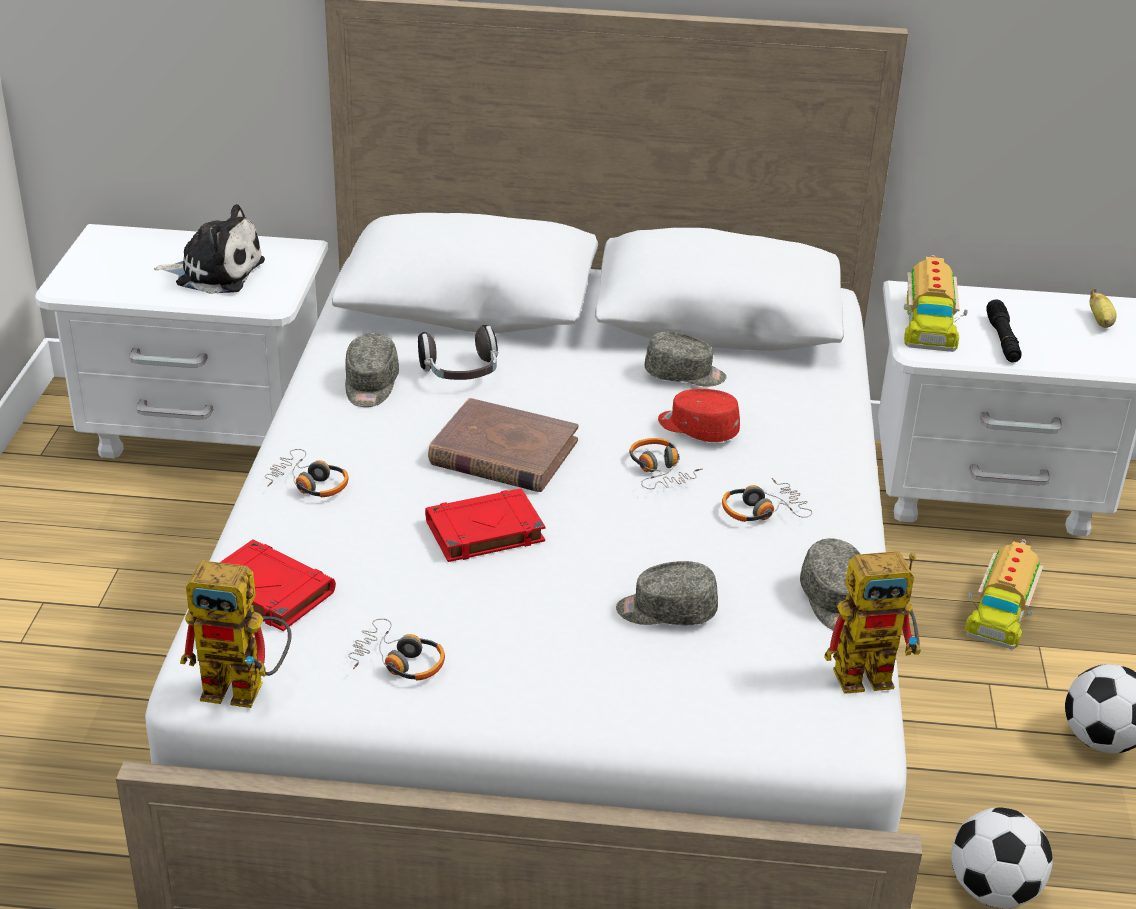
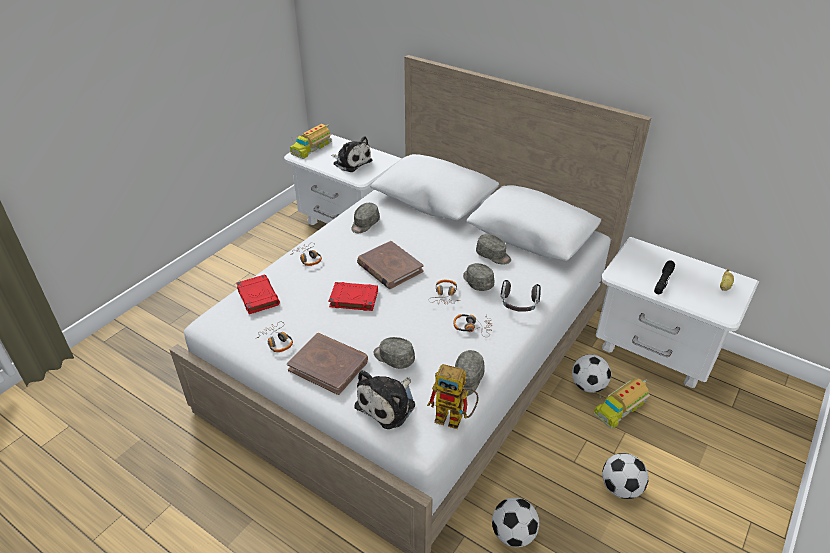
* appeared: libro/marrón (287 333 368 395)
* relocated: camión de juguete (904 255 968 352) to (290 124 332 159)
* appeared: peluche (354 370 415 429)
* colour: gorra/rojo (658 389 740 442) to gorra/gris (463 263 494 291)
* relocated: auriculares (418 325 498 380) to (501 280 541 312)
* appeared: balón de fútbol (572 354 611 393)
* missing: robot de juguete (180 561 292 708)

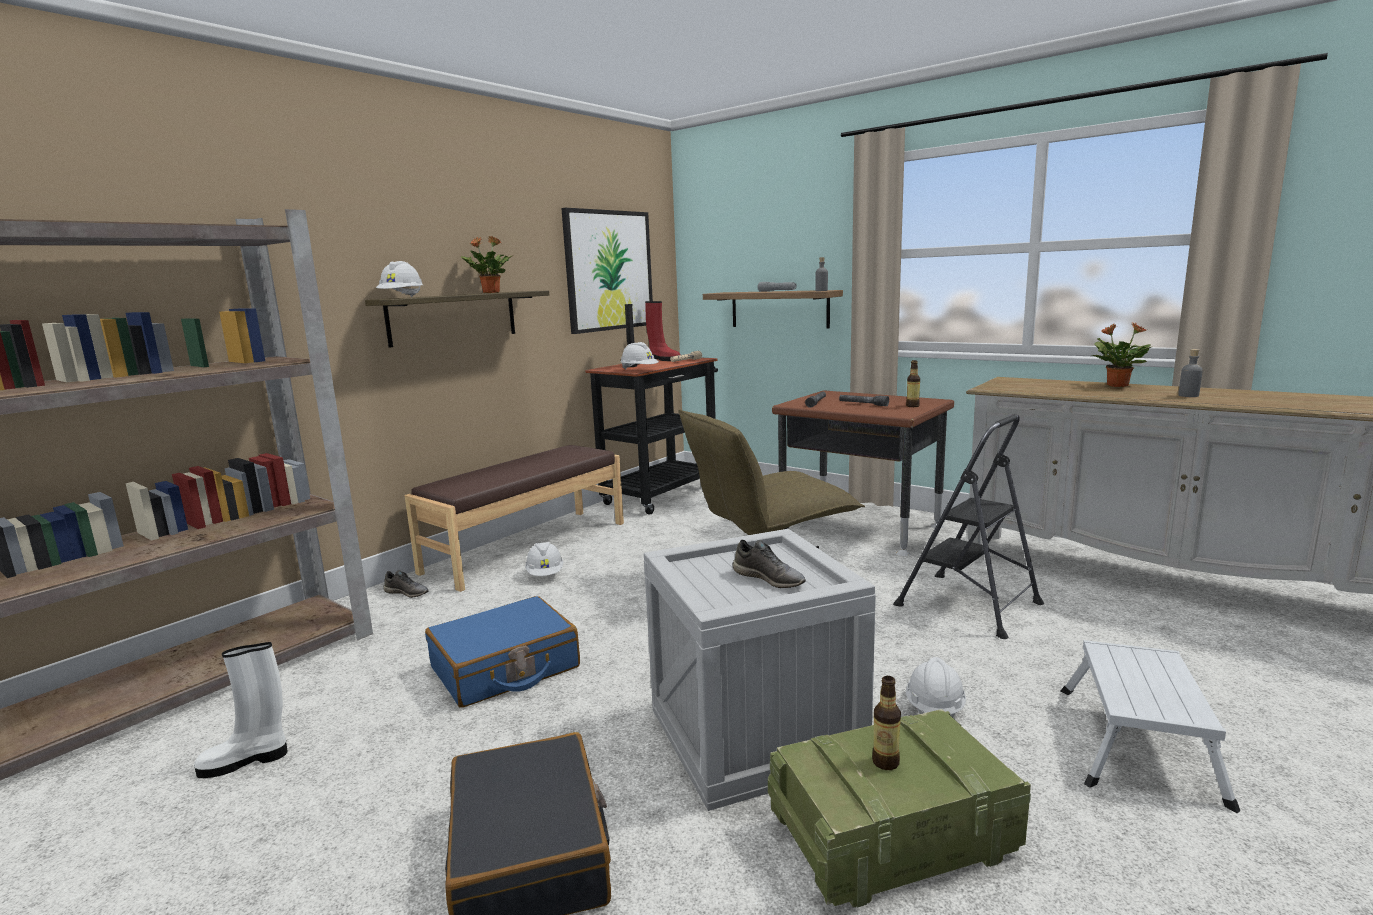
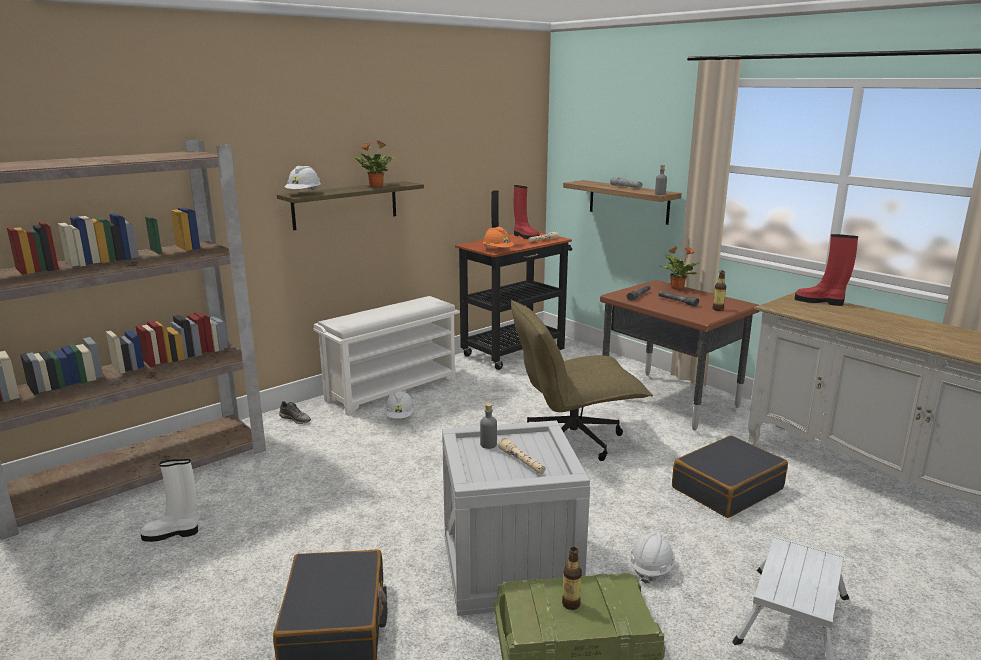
* exchanged: banco/marrón (405 445 624 592) to zapatero/blanco (313 296 460 416)
* relocated: botella/gris (1178 349 1203 397) to (480 403 497 449)
* colour: casco/blanco (620 342 659 370) to casco/naranja (483 227 514 248)
* exchanged: zapato/gris (732 540 806 588) to linterna/beis (498 438 545 474)
* relocated: planta en maceta (1092 322 1151 387) to (660 246 700 290)
* exchanged: escalera de tijera/negro (893 415 1044 639) to maleta/negro (672 435 788 518)
* appeared: bota/rojo (795 234 858 306)
* missing: maleta/azul (425 596 580 708)
* missing: cuadro (561 208 653 334)

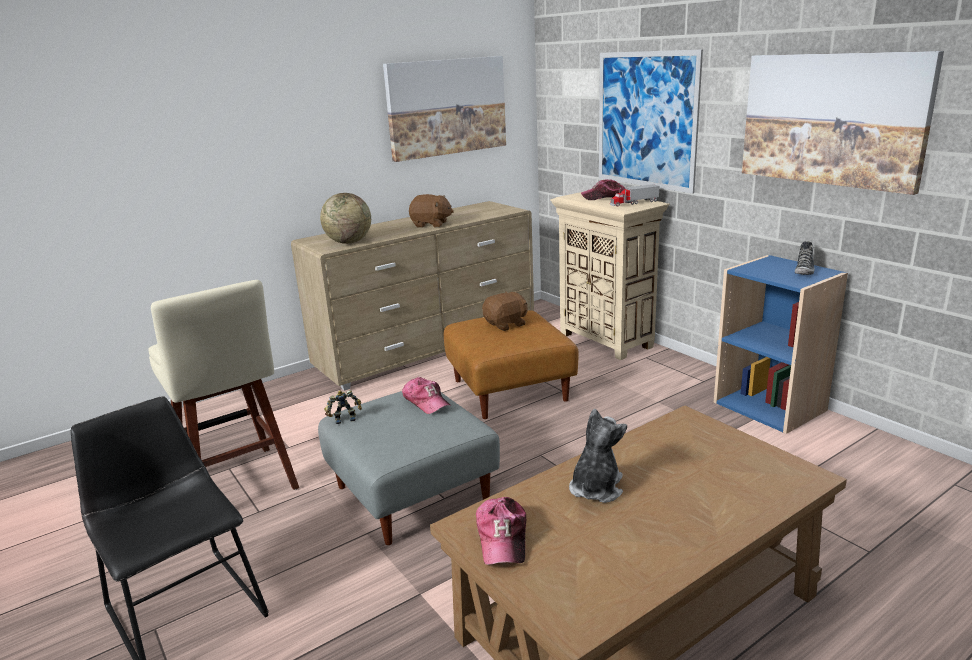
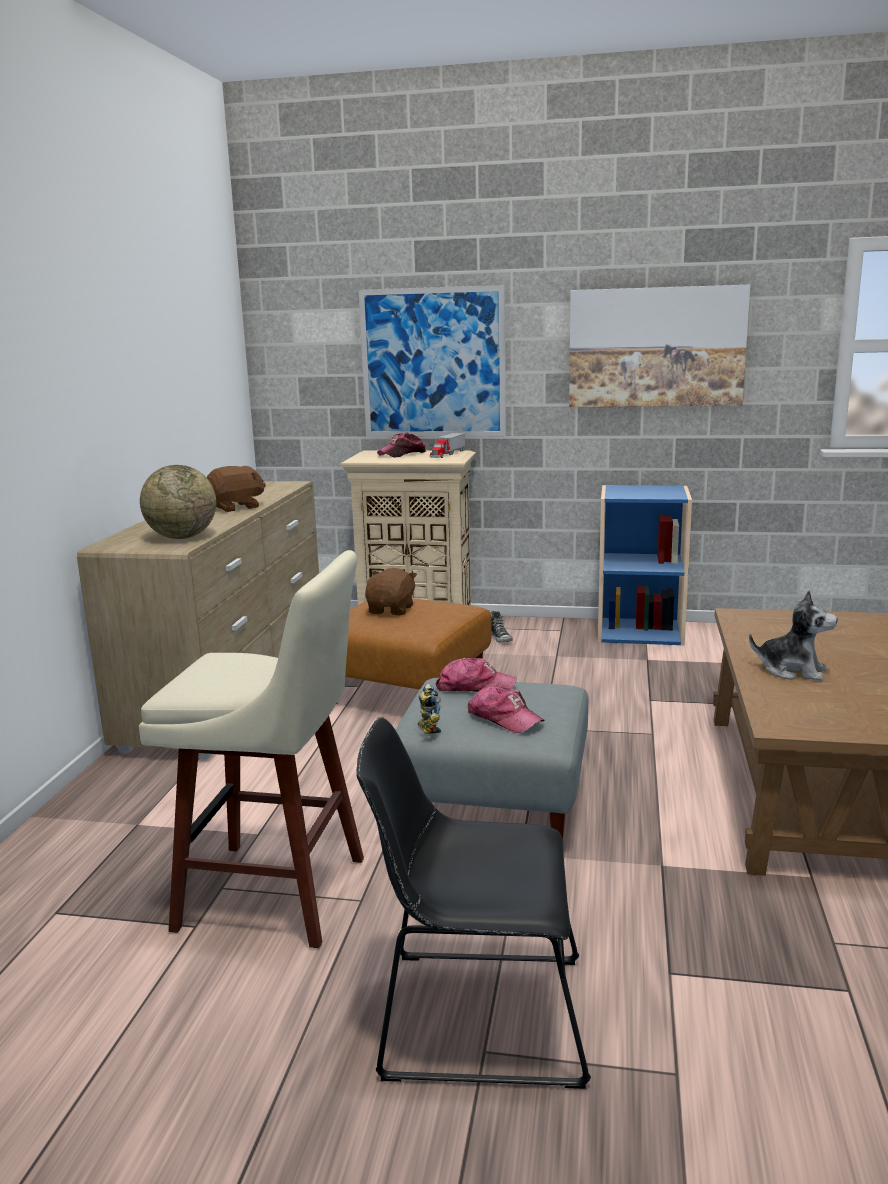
* spun: robot de juguete (324 390 362 424) = (418 684 441 734) 45 degrees counterclockwise
* relocated: gorra (476 497 527 565) to (468 684 545 733)
* relocated: zapato (795 241 814 275) to (491 611 513 642)
* spun: peluche (569 408 627 503) = (749 590 838 681) 135 degrees clockwise
* missing: cuadro (383 56 506 162)

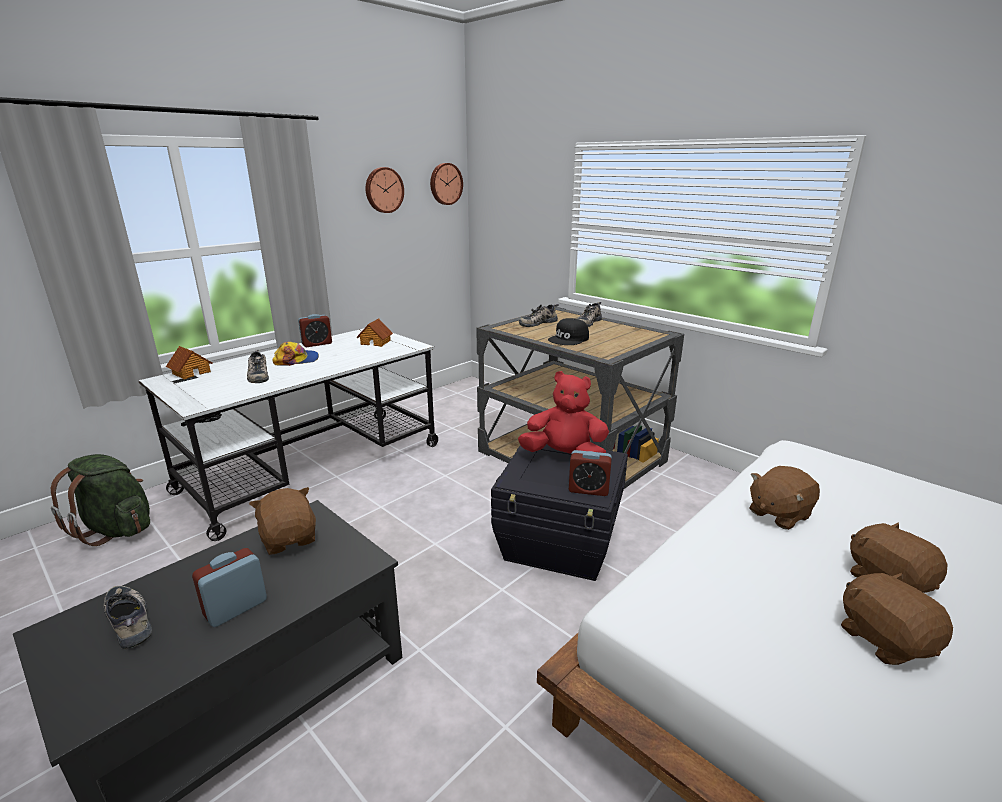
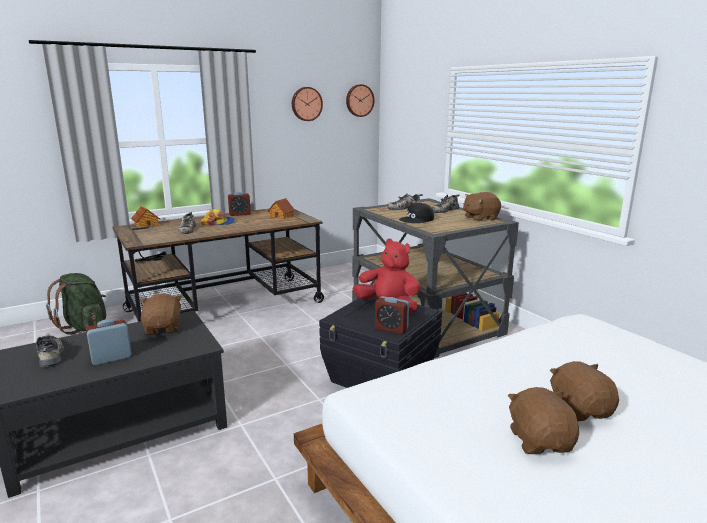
* colour: escritorio/blanco (138 329 438 541) to escritorio/marrón (112 209 324 322)
* relocated: peluche/marrón (749 466 820 530) to (463 192 501 221)

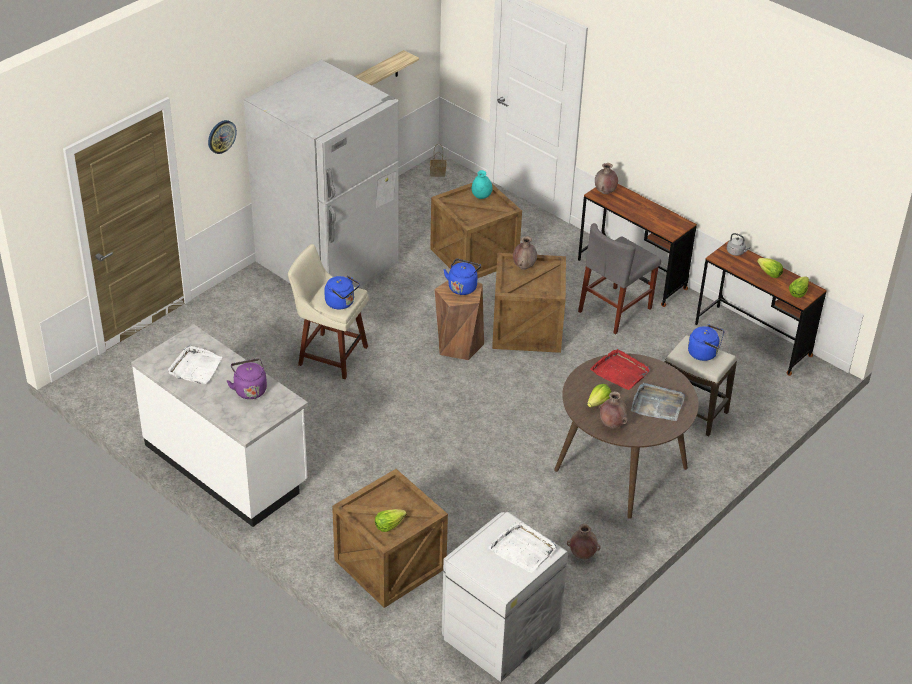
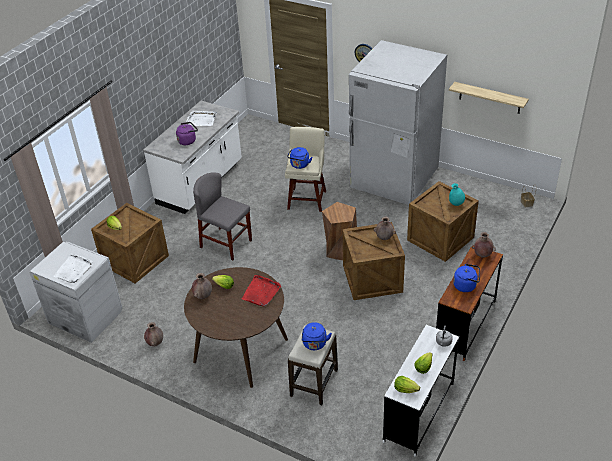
* relocated: silla/gris (578 223 661 334) to (193 173 252 261)
* colour: escritorio/marrón (695 241 827 376) to escritorio/blanco (382 325 459 457)
* relocated: hervidor/azul (444 259 481 295) to (453 264 480 292)
* missing: bandeja/gris (631 383 685 421)

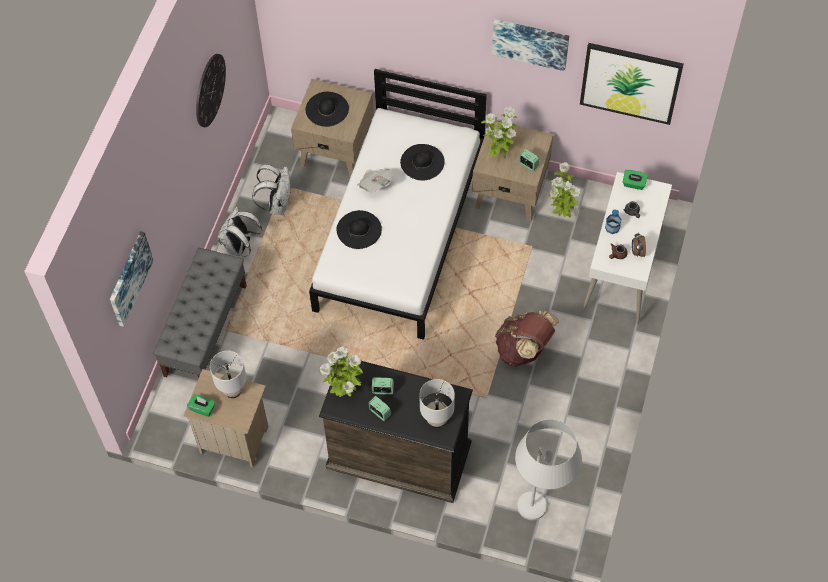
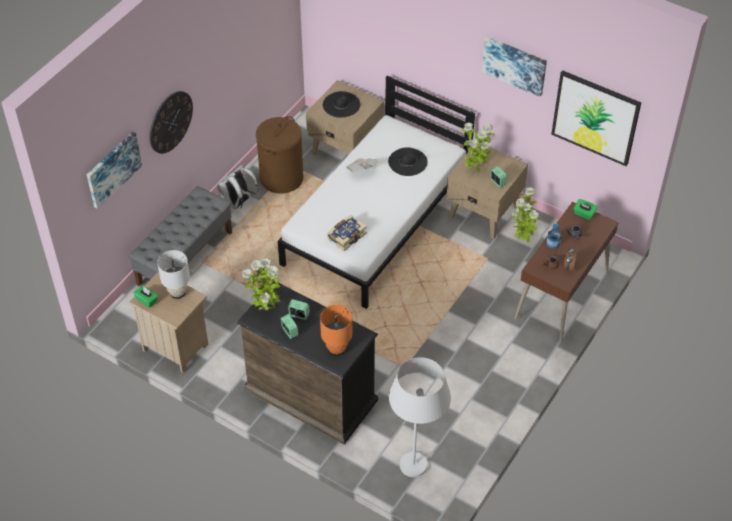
* relocated: reloj de pared (196 54 226 127) to (149 91 193 154)
* exchanged: mochila/blanco (252 164 291 215) to cesto de la ropa/marrón (256 116 303 193)
* colour: lámpara de mesa/blanco (420 379 455 428) to lámpara de mesa/naranja (320 305 352 356)
* appeared: libro (327 215 367 251)
* colour: escritorio/blanco (582 172 672 325) to escritorio/marrón (514 202 619 342)
* missing: sombrero/negro (336 210 382 249)
* missing: mochila/marrón (495 311 559 367)

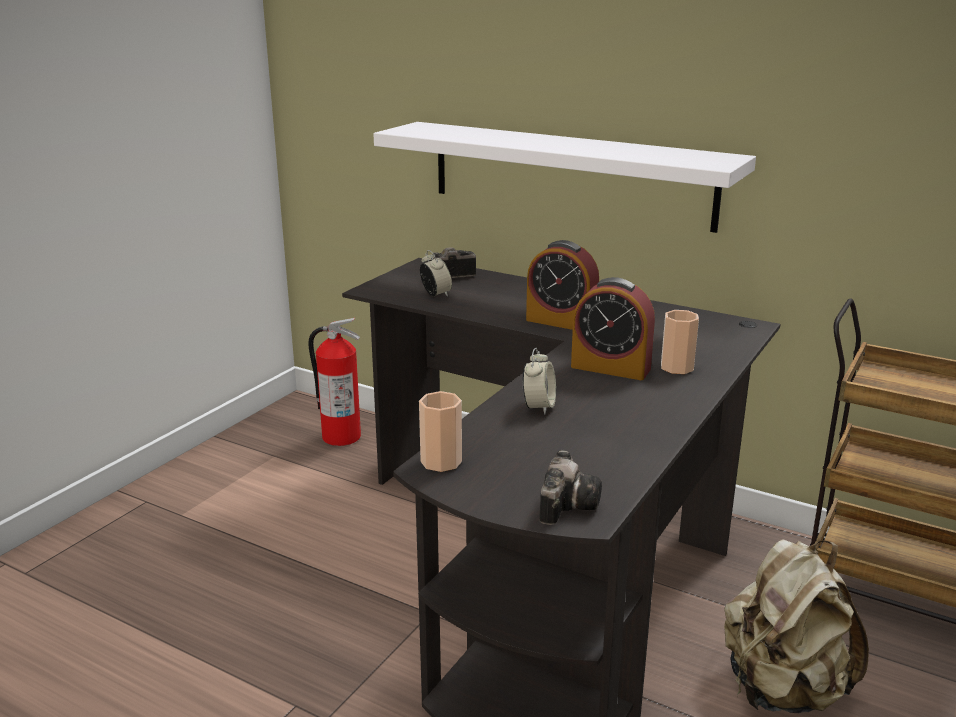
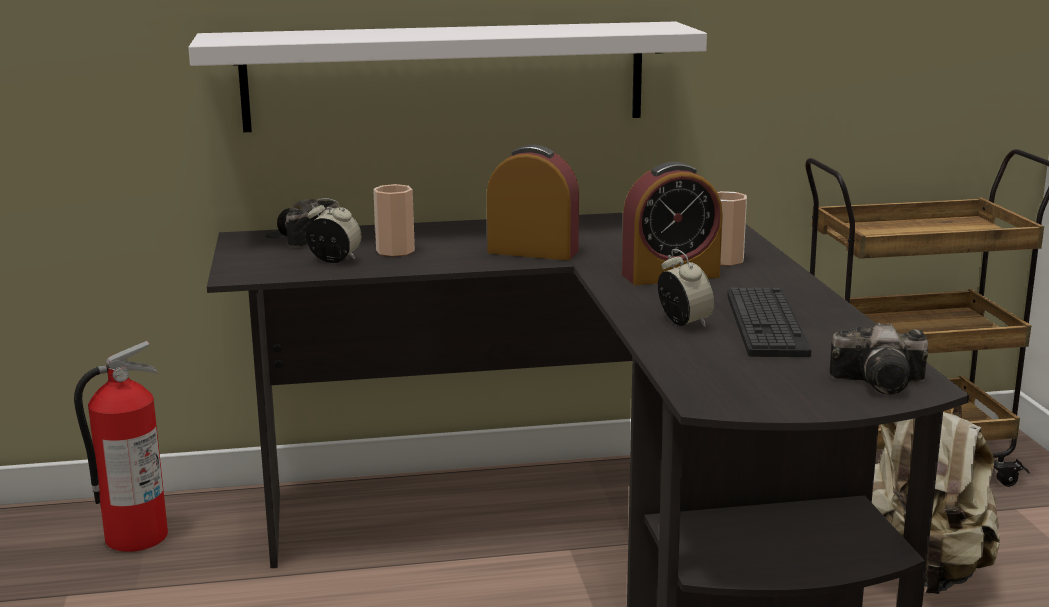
* relocated: taza (419 391 462 472) to (373 184 415 256)
* spun: despertador (526 240 599 330) = (487 145 579 260) 150 degrees counterclockwise
* appeared: teclado (727 287 812 357)
* spun: cámara (539 450 602 525) = (830 323 928 395) 120 degrees clockwise

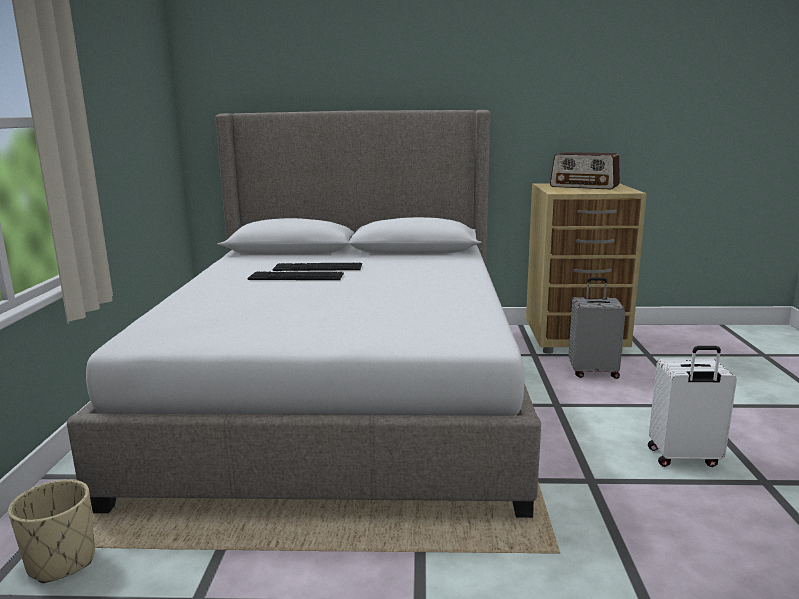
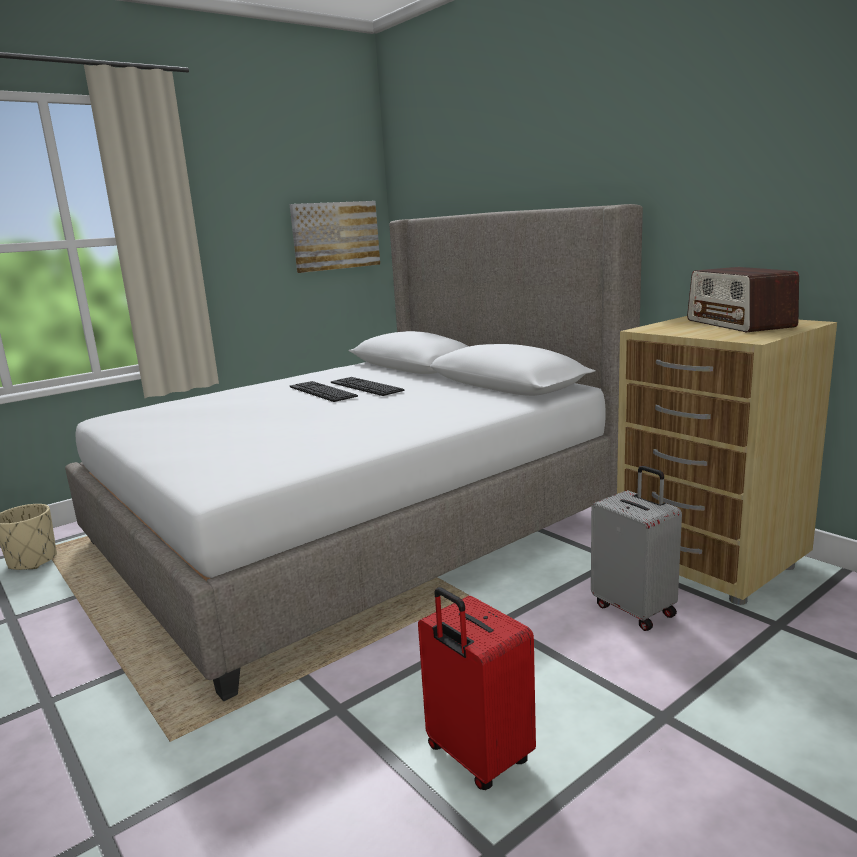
* appeared: cuadro (290 201 380 273)
* colour: maleta/blanco (648 346 737 467) to maleta/rojo (418 587 536 790)

